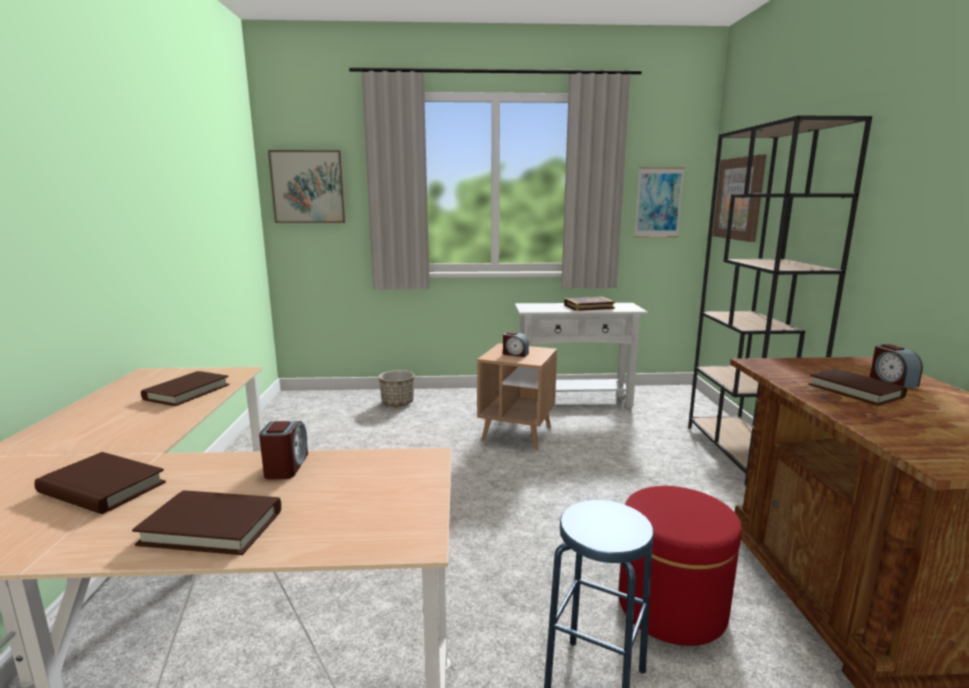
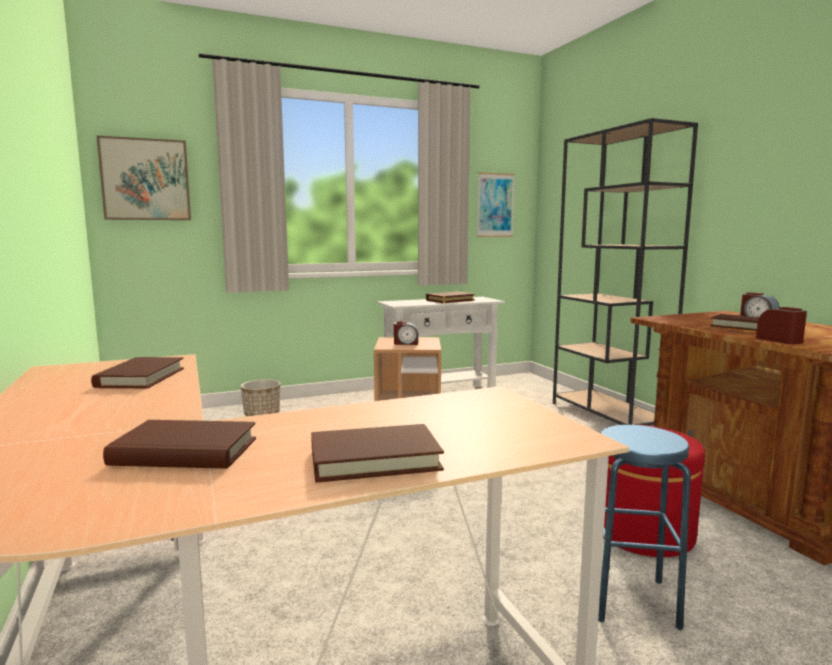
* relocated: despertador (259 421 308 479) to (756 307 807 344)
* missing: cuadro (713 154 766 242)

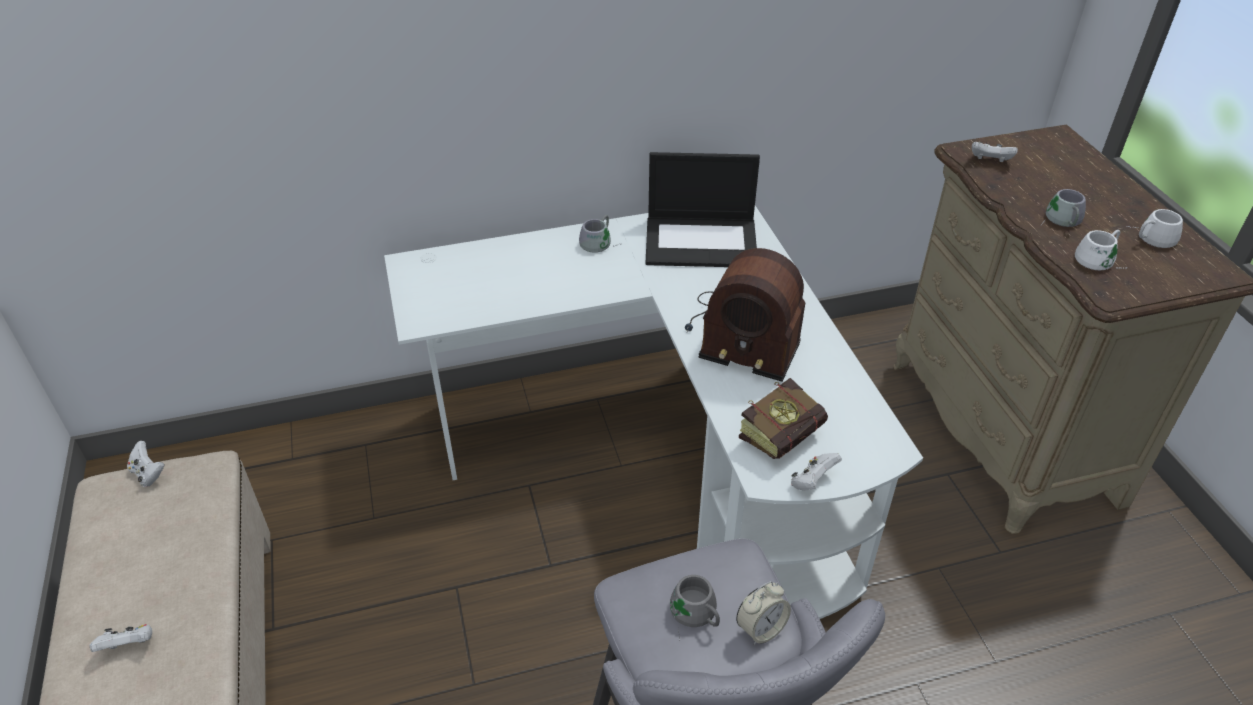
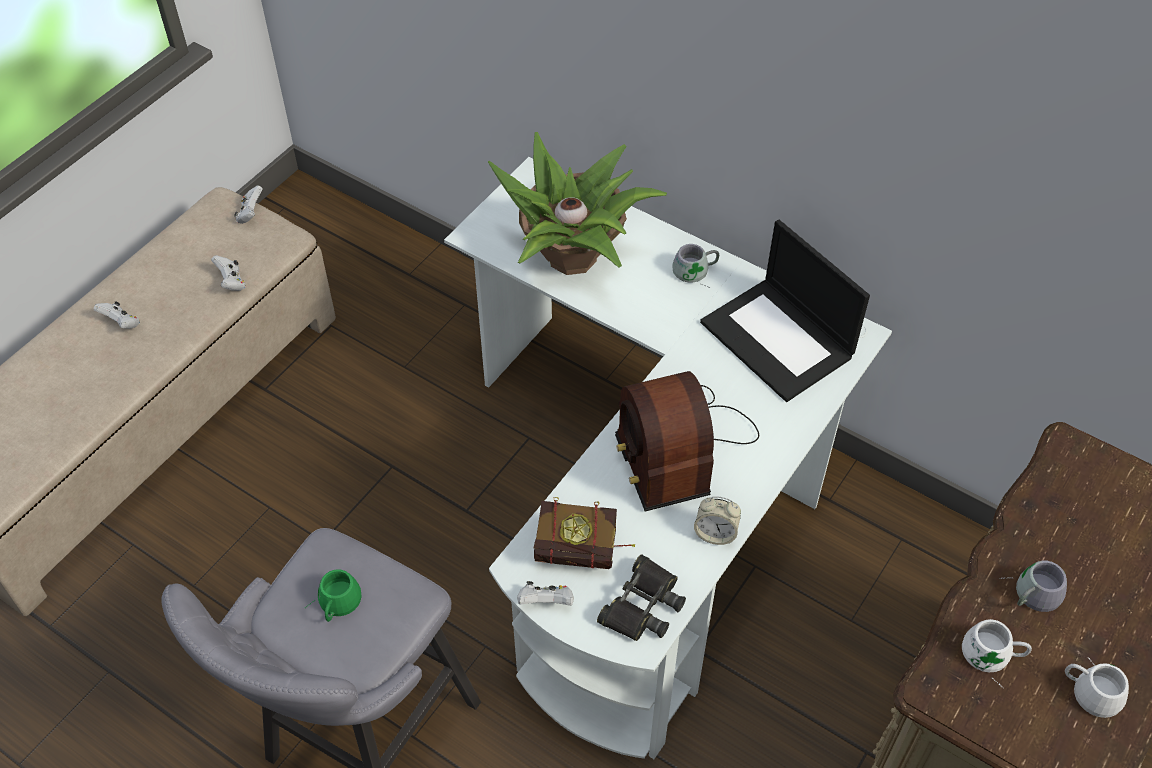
* relocated: mando de consola/blanco (972 142 1018 162) to (211 255 246 291)
* colour: taza grande/gris (670 575 720 640) to taza grande/verde (306 569 361 622)
* appeared: planta en maceta (488 132 667 275)
* appeared: prismáticos/negro (597 554 686 641)
* relocated: despertador (736 581 791 645) to (694 496 741 545)

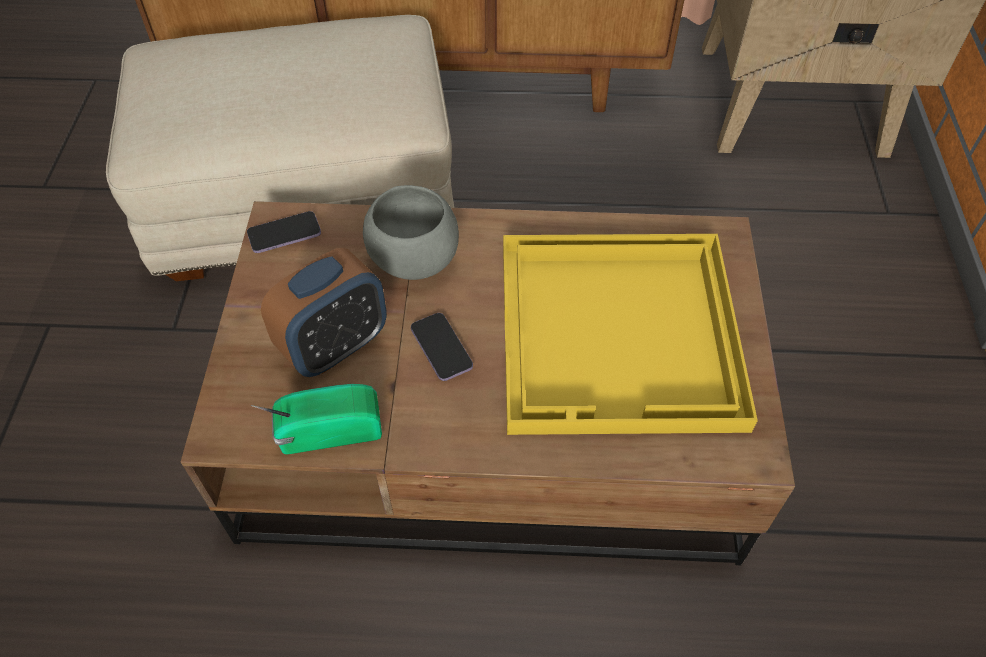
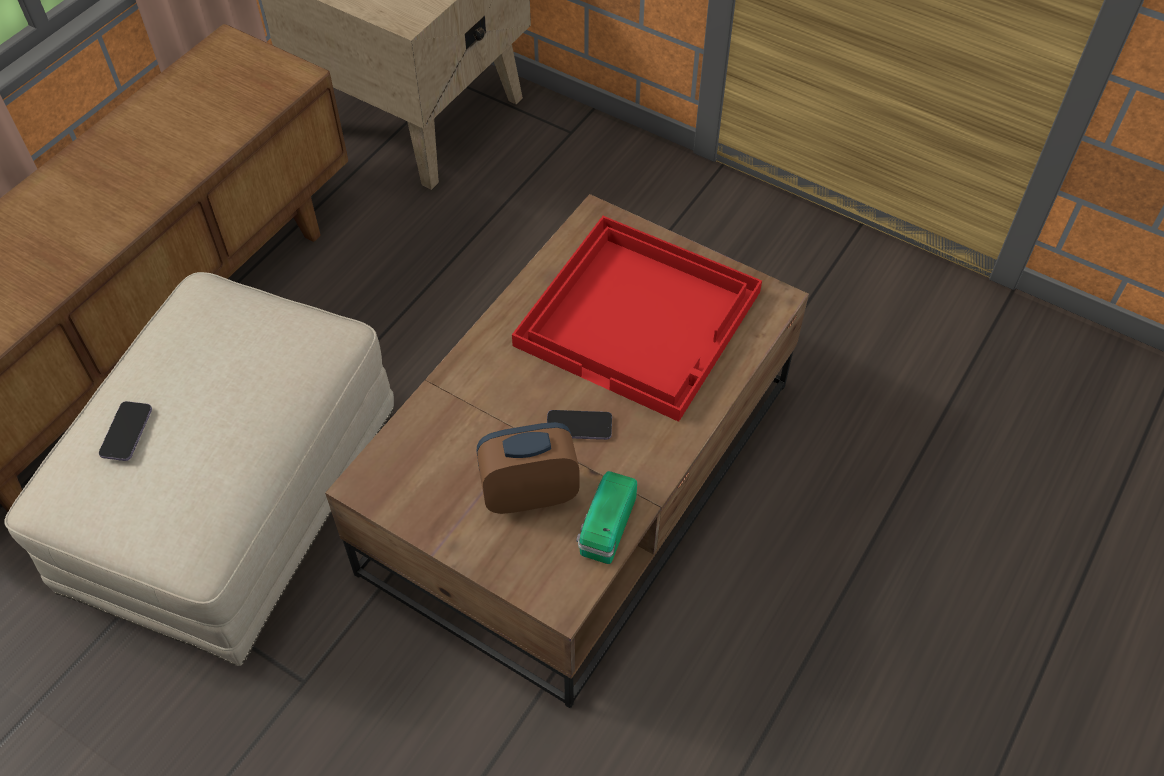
* relocated: móvil (247 211 321 253) to (99 401 152 461)
* spun: despertador (261 248 387 377) = (477 422 579 514) 90 degrees counterclockwise
* colour: bandeja/amarillo (503 234 758 435) to bandeja/rojo (512 216 762 422)
* missing: cuenco/gris (363 185 459 280)

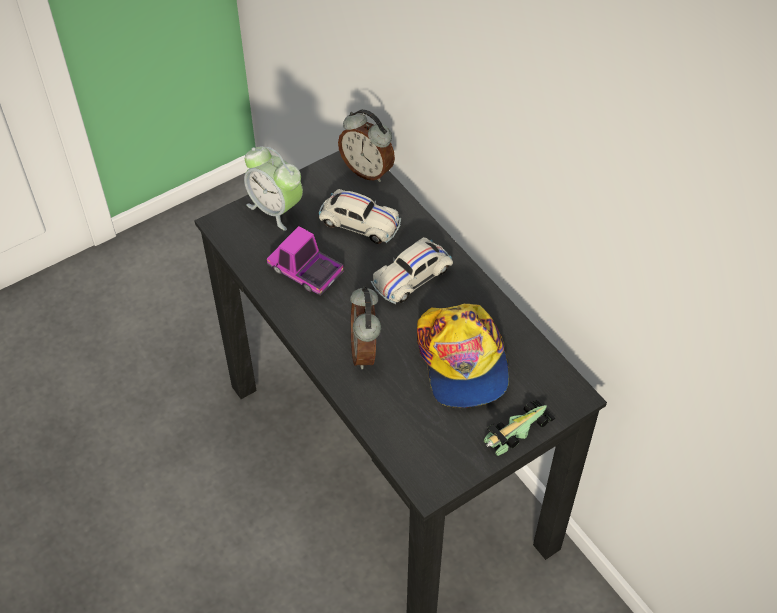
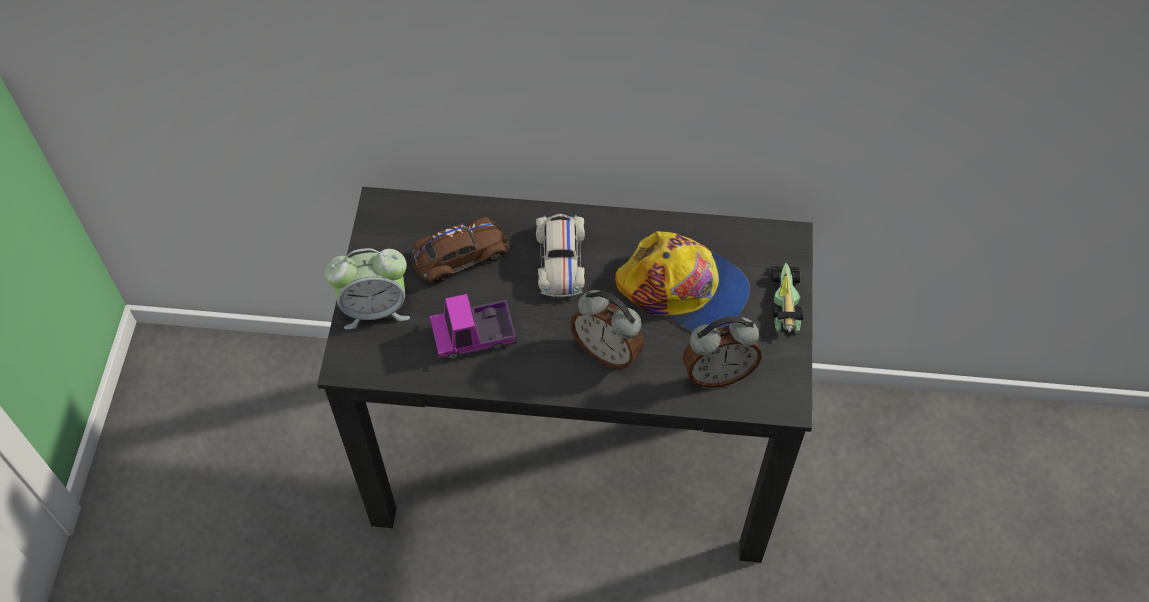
* colour: coche de juguete/blanco (319 189 401 244) to coche de juguete/marrón (412 217 509 283)
* relocated: despertador (338 109 395 182) to (683 316 762 388)

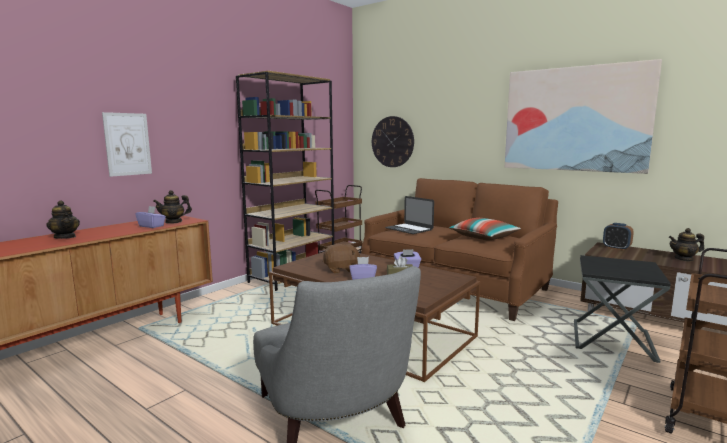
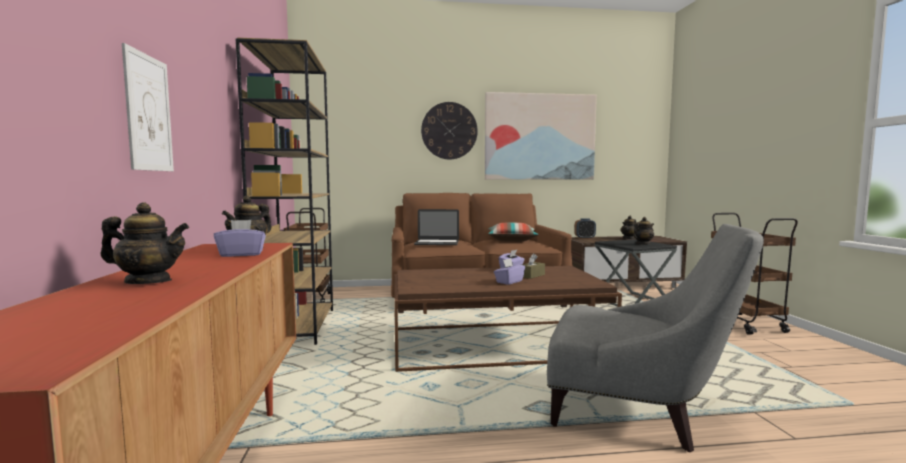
* relocated: reloj de pared (372 116 414 167) to (421 102 478 160)
* appeared: tetera (633 217 654 245)
* missing: peluche/marrón (323 244 361 274)

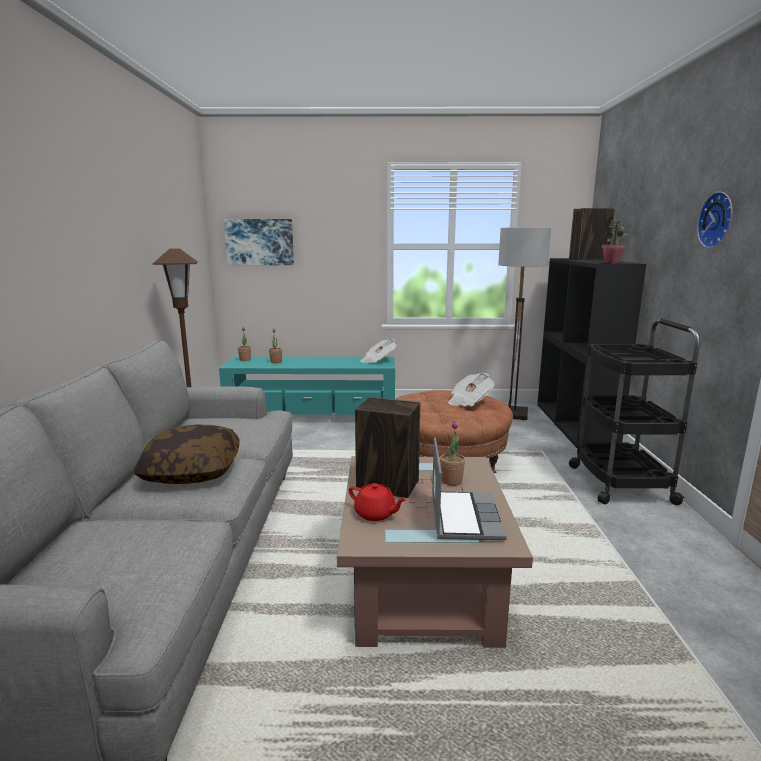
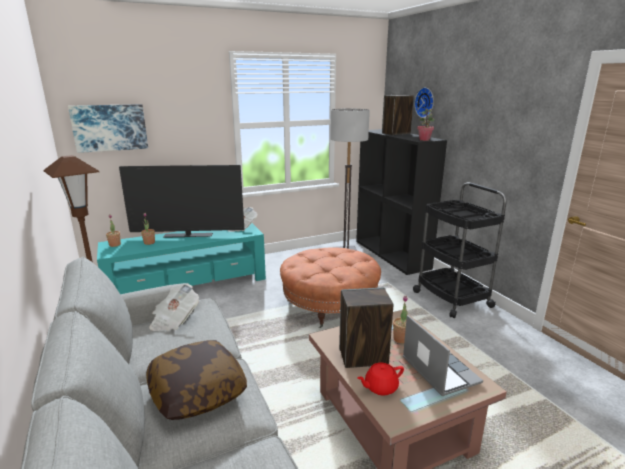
* appeared: televisor (119 165 244 238)
* relocated: periódico (448 373 495 406) to (149 284 199 331)
* spun: tetera/rojo (349 483 407 521) = (357 363 404 395) 150 degrees clockwise
* relocated: reloj de pared (697 192 732 248) to (415 87 434 118)

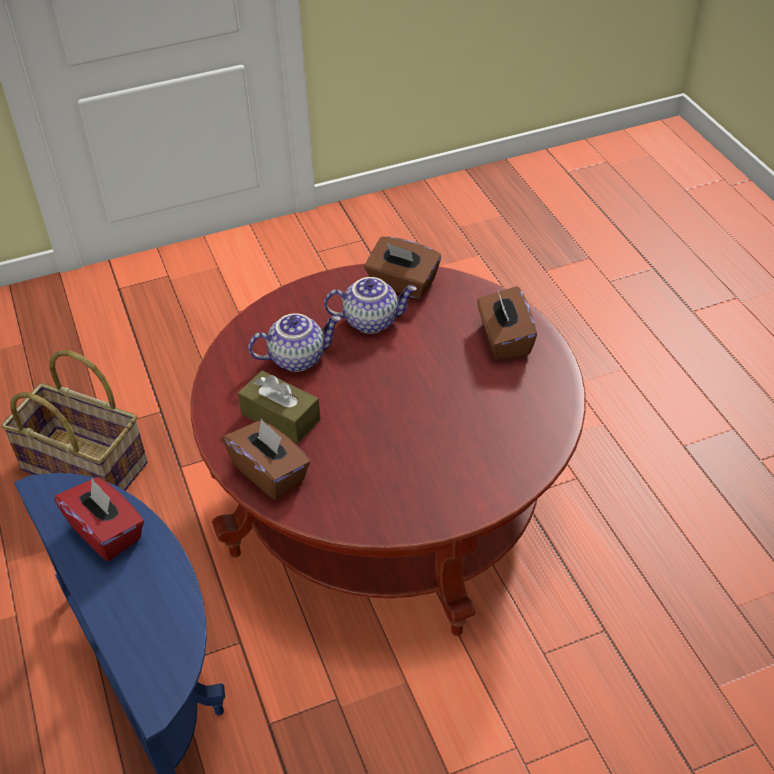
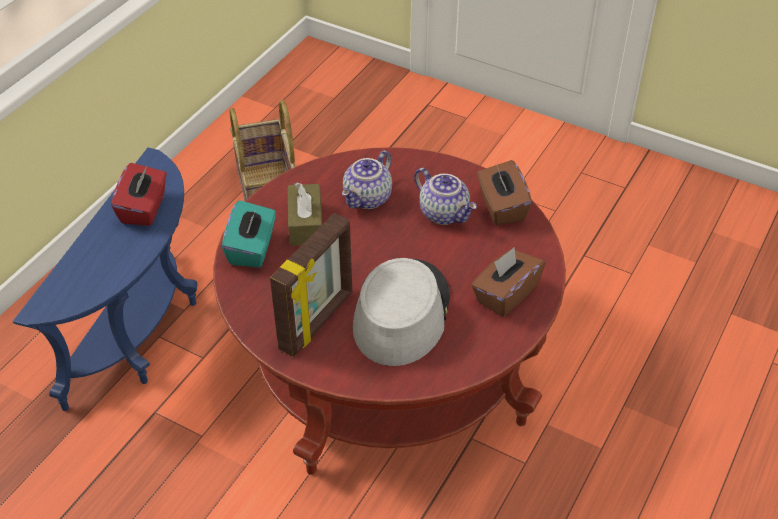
* colour: caja de pañuelos/marrón (223 418 311 500) to caja de pañuelos/turquesa (222 200 276 268)
* appeared: portarretratos (270 213 352 357)
* spun: tetera (248 313 341 372) = (342 150 392 209) 90 degrees clockwise
* appeared: sombrero/gris (353 258 450 366)

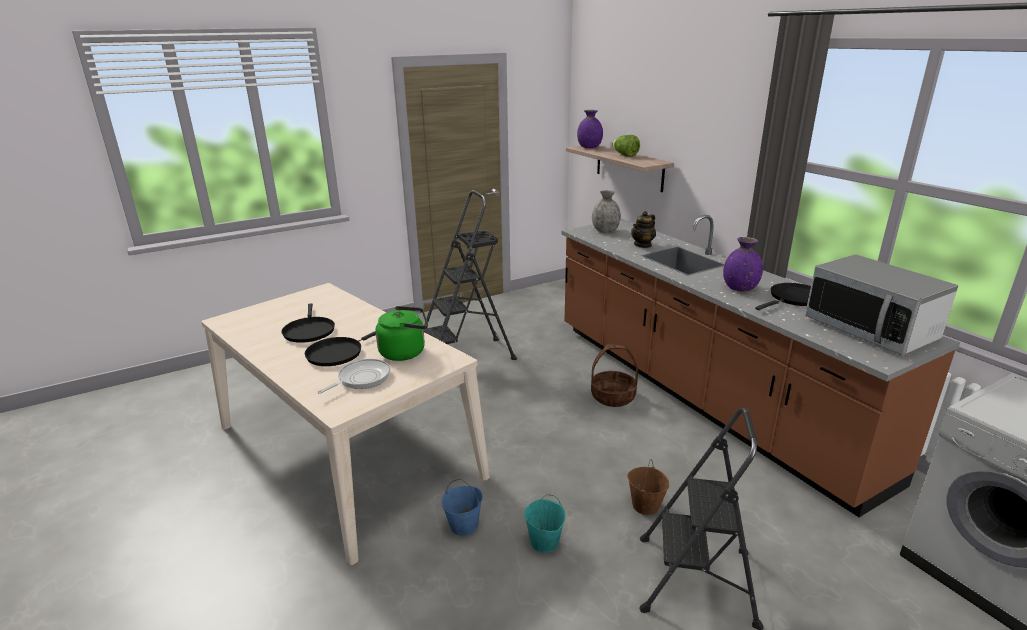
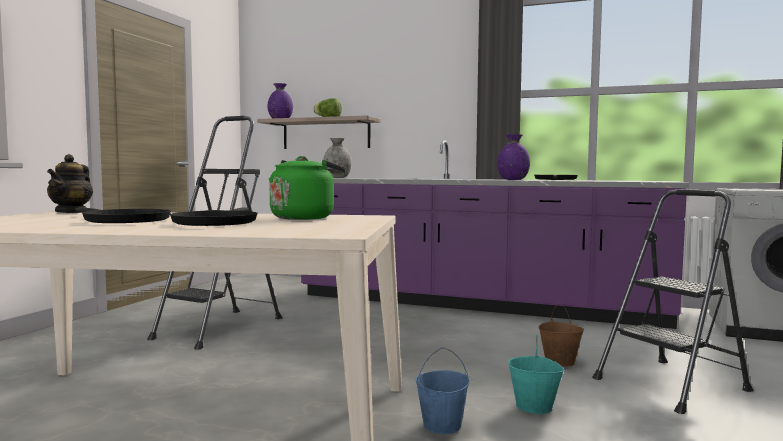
* relocated: tetera (631 211 656 248) to (47 154 93 213)
* colour: mueble bajo de cocina/marrón (562 215 960 517) to mueble bajo de cocina/morado (301 141 689 329)
* missing: sartén (318 359 390 394)
* missing: cesta (591 344 638 407)
* missing: microondas (805 254 958 355)

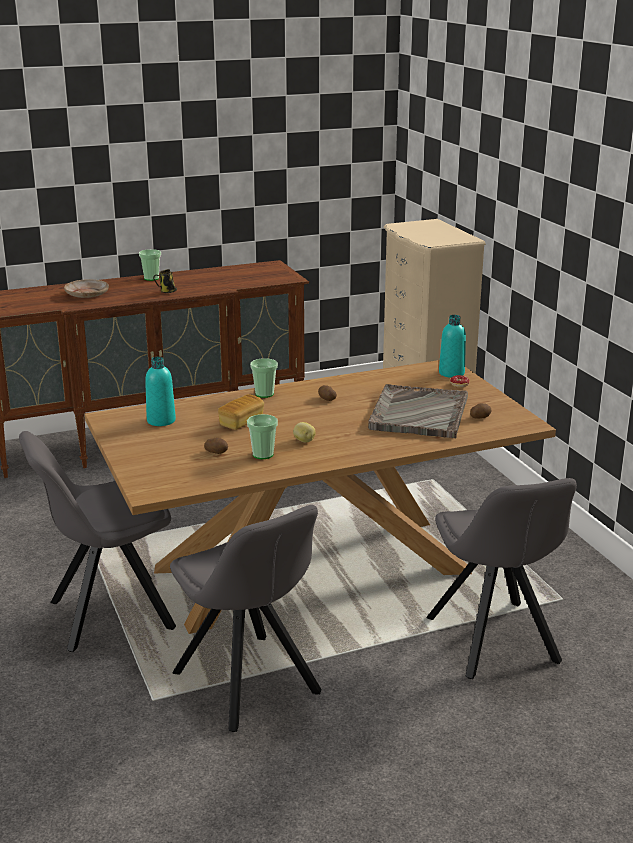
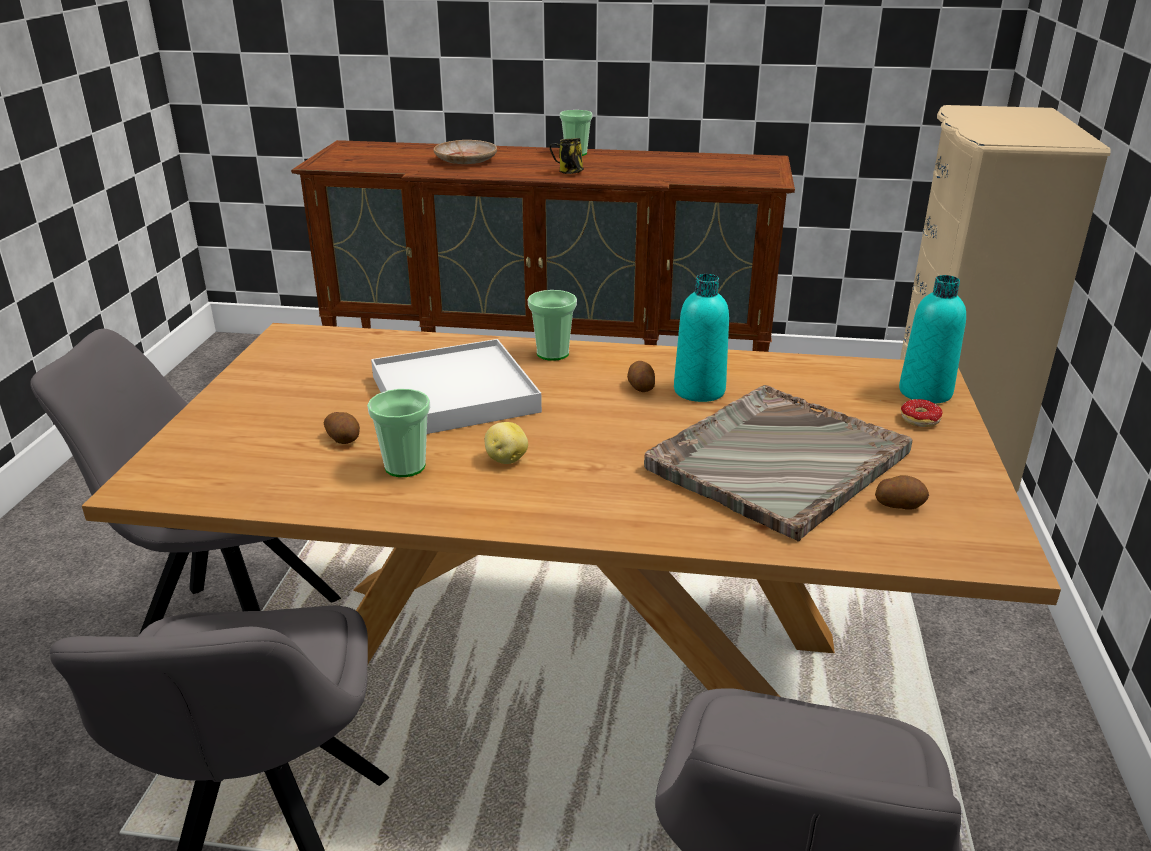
* exchanged: pan (218 394 264 430) to bandeja/blanco (371 339 542 434)
* relocated: botella/turquesa (145 357 176 426) to (674 274 729 402)

